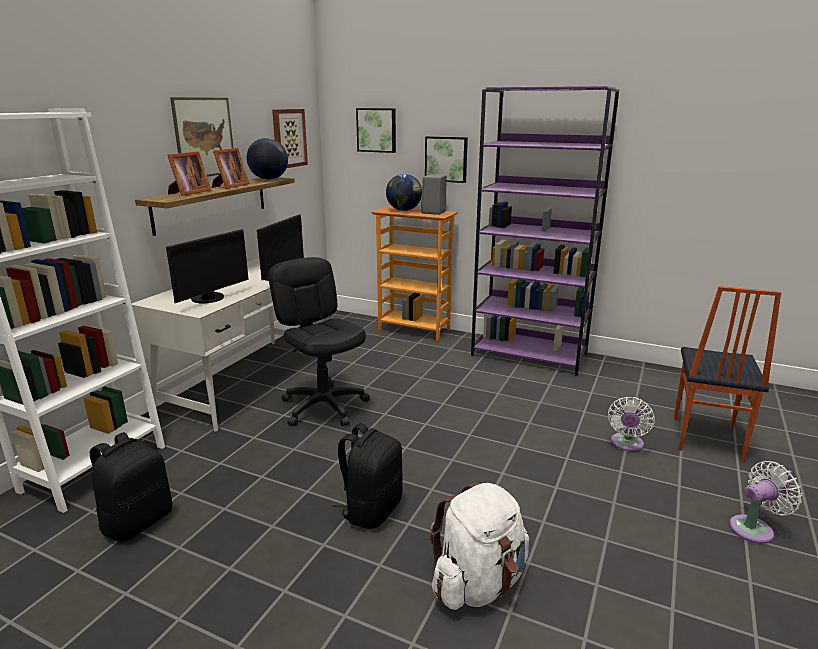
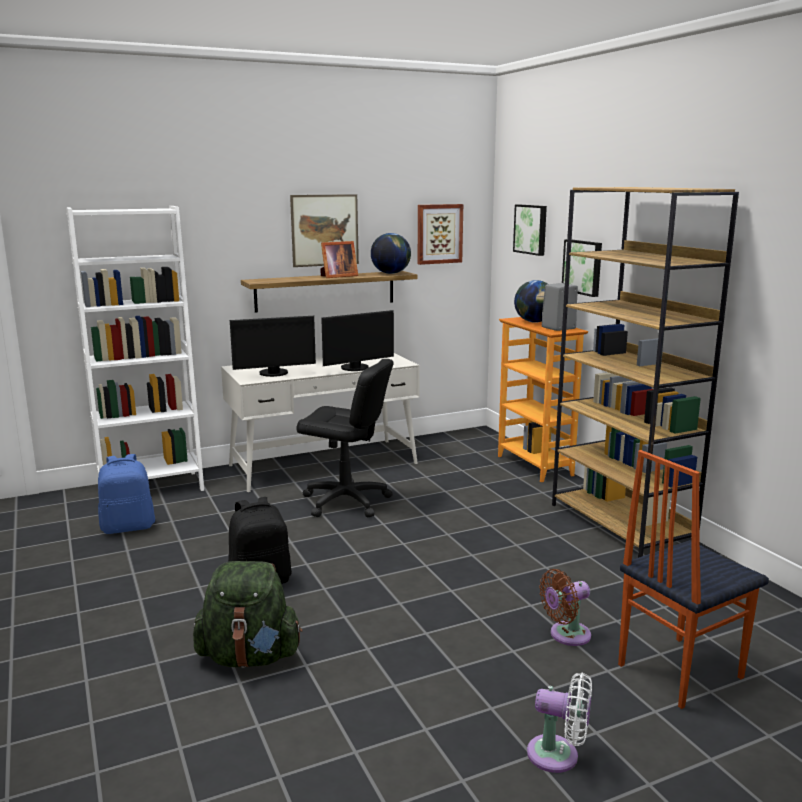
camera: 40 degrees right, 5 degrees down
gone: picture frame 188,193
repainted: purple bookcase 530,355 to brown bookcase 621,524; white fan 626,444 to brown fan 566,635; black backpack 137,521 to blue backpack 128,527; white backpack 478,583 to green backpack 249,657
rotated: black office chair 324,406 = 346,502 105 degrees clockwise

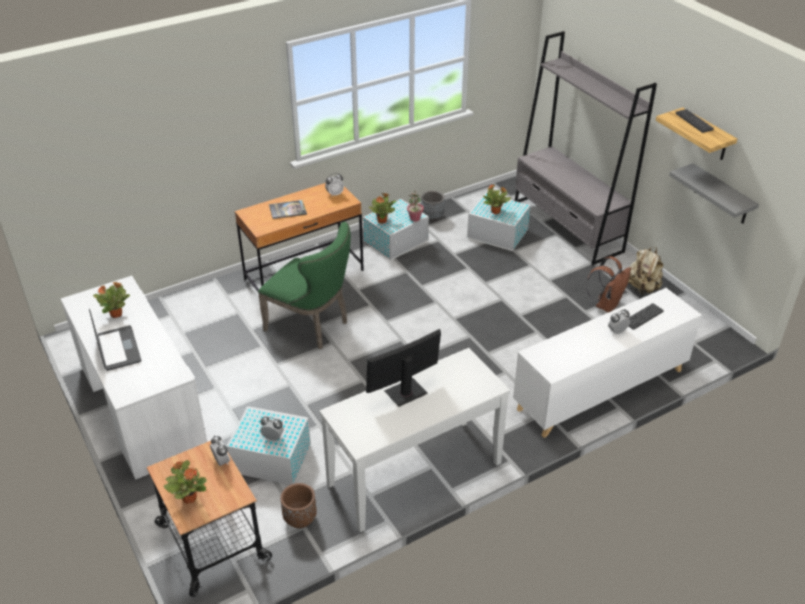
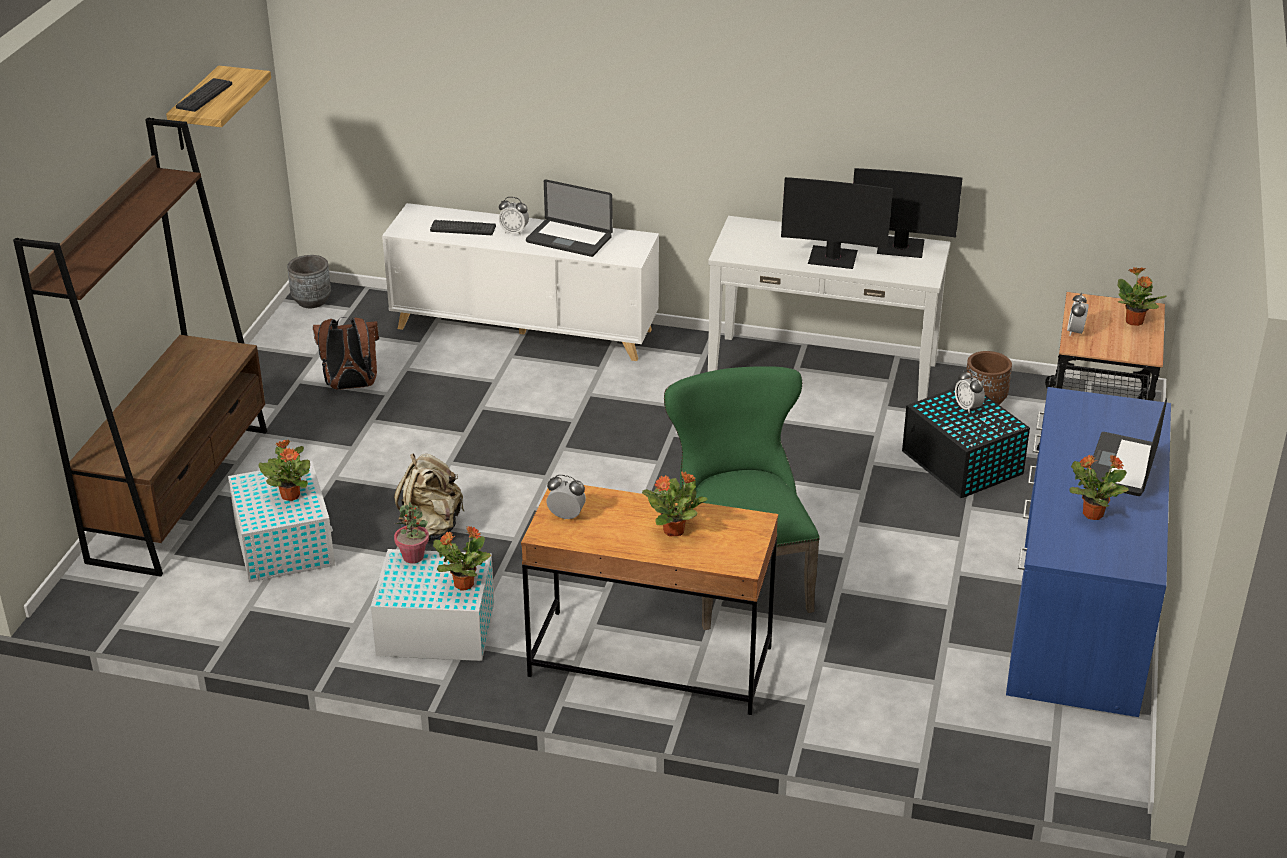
camera: 135 degrees left, 5 degrees down
gone: grey shelf 721,195
new: monitor 900,248; laptop 569,240
shifted: grey planter 432,217 to 312,301; beige backpack 642,288 to 430,529
swapped: book 287,210 to potted plant 674,530
repainted: grey bookcase 567,226 to brown bookcase 181,493; white desk 142,405 to blue desk 1078,607; white storage box 270,457 to black storage box 962,464

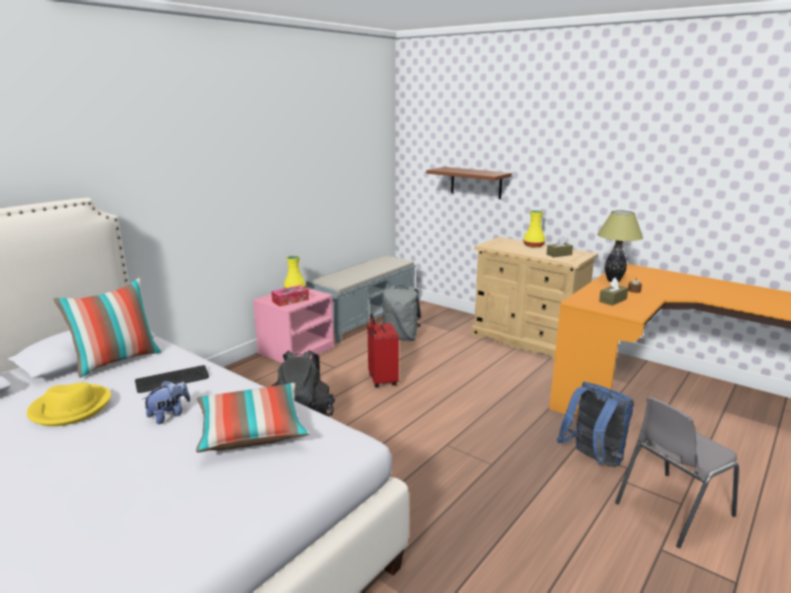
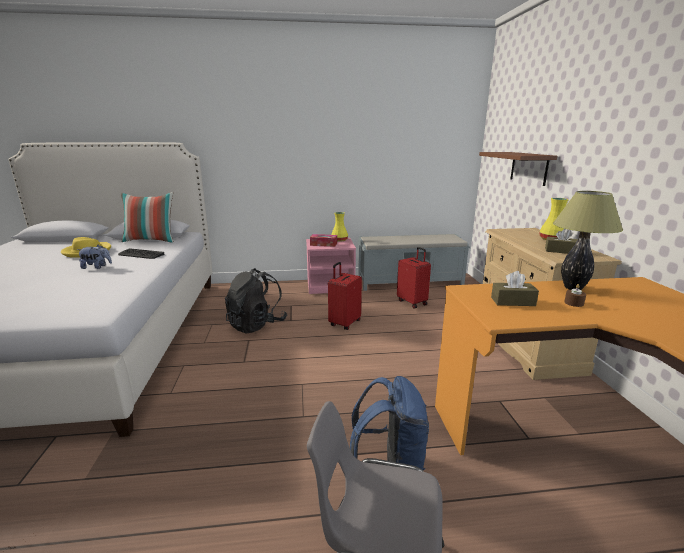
camera: 45 degrees right, 0 degrees up
gone: pillow 252,431
swapped: grey backpack 401,338 to red suitcase 412,302

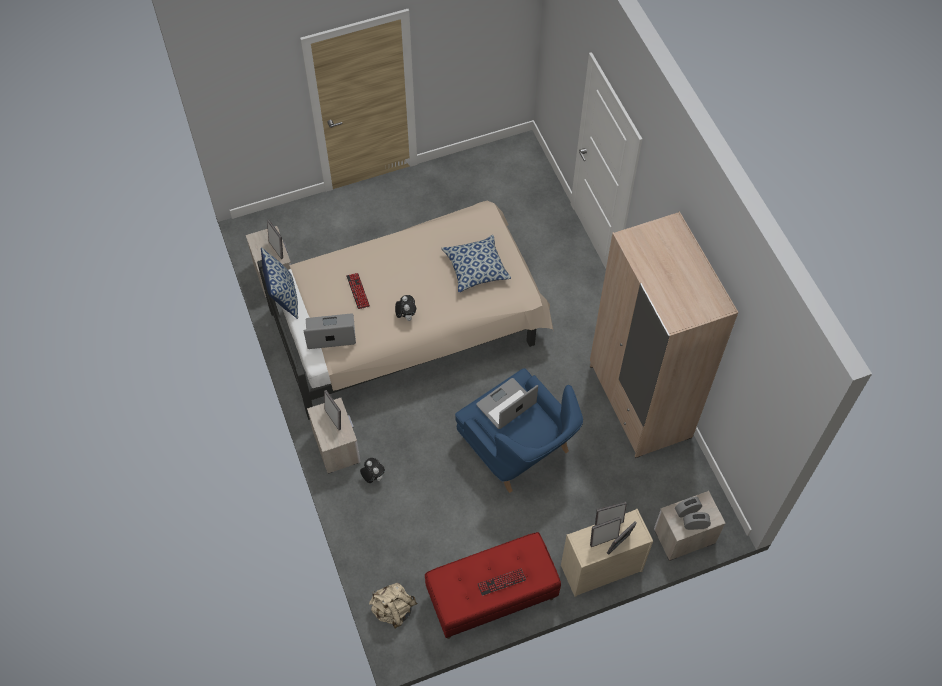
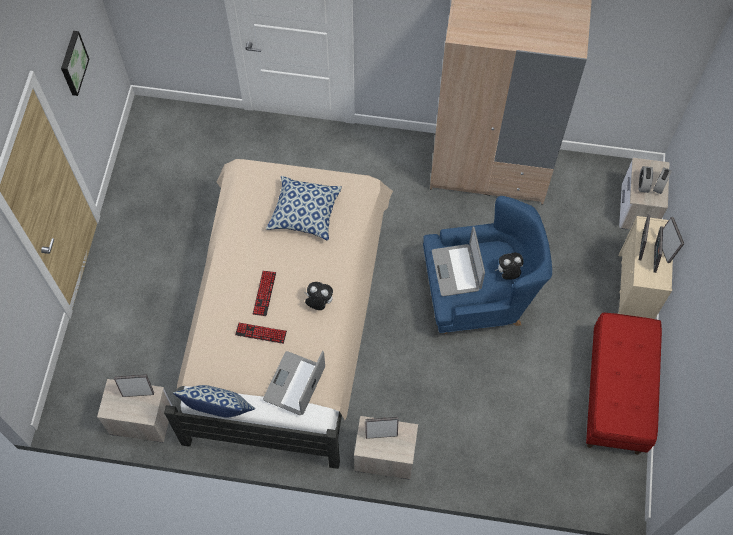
camera: 60 degrees left, 5 degrees up
gone: beige backpack 393,609
new: picture 72,63
shifted: plush toy 373,477 to 508,273; keyboard 501,582 to 264,293

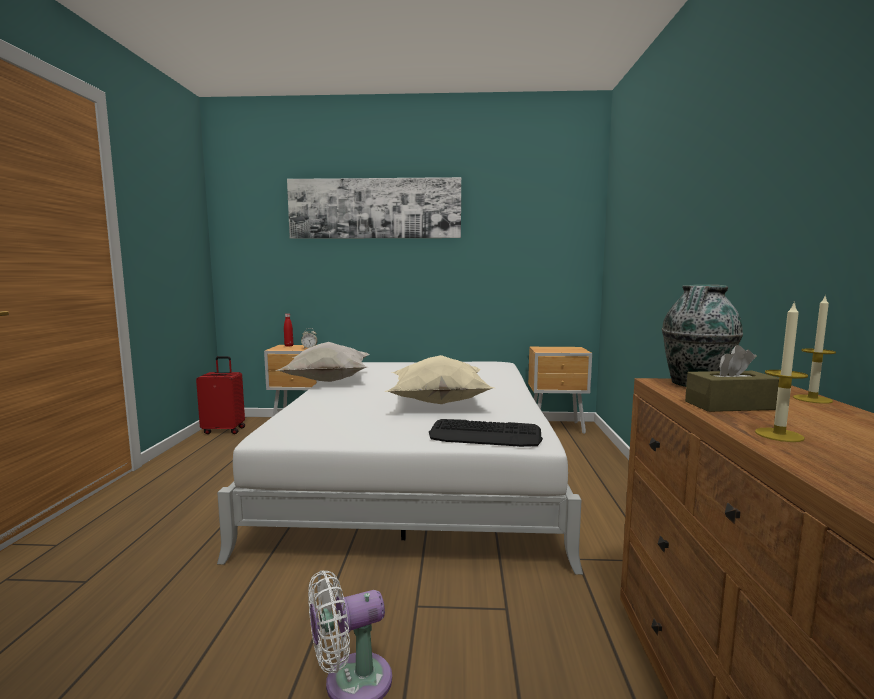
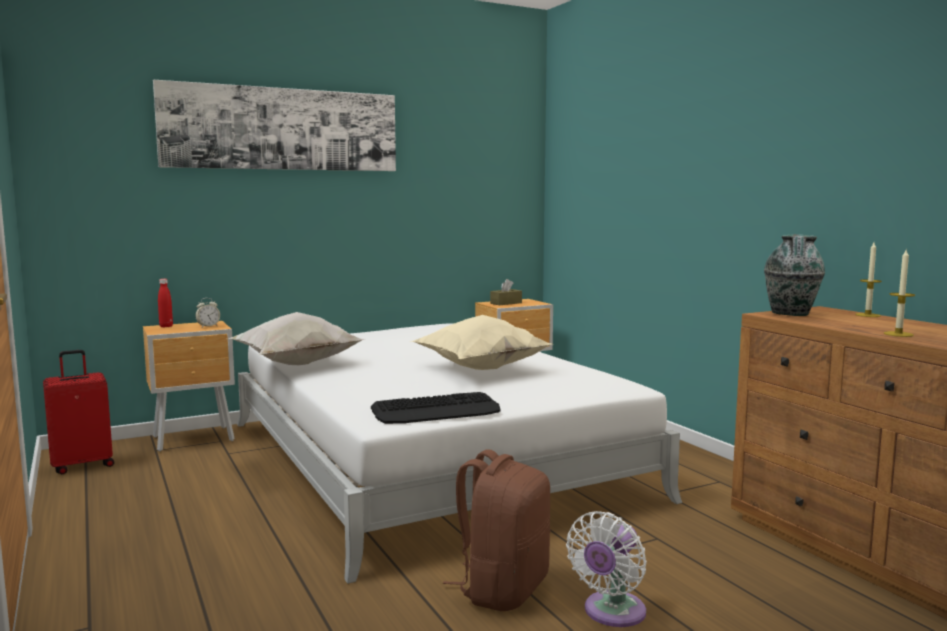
camera: 30 degrees left, 0 degrees up
new: brown backpack 502,589
shifted: brown tissue box 729,405 to 506,303; keyboard 485,435 to 436,411

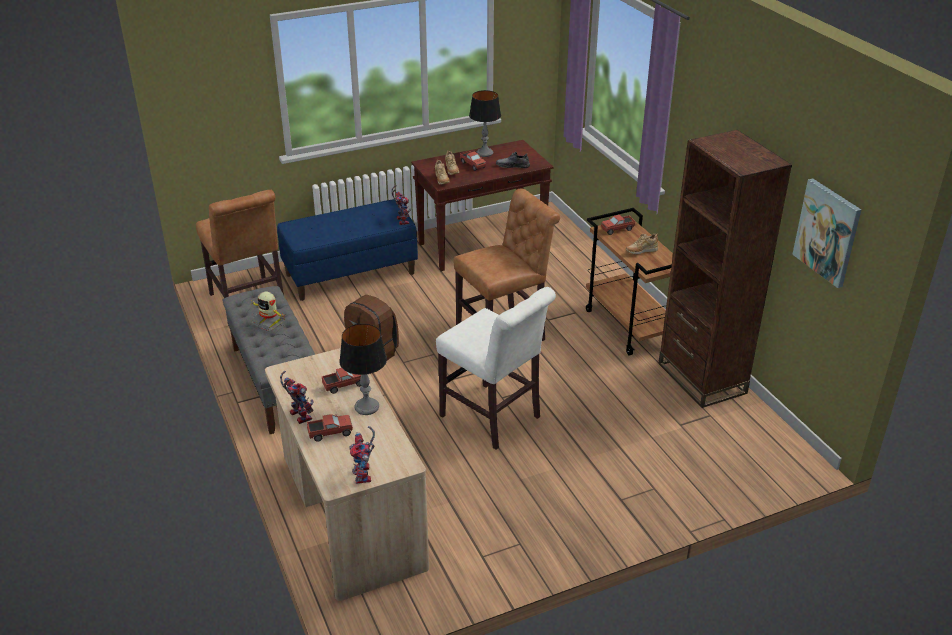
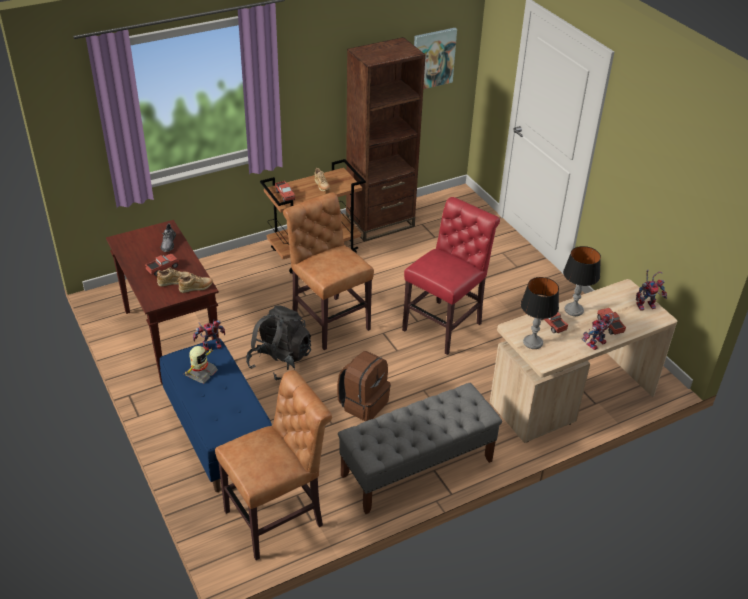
camera: 95 degrees left, 5 degrees up
new: black backpack 280,361
shifted: table lamp 485,153 to 533,342; toy robot 269,322 to 200,373
repainted: white chair 494,419 to red chair 445,325

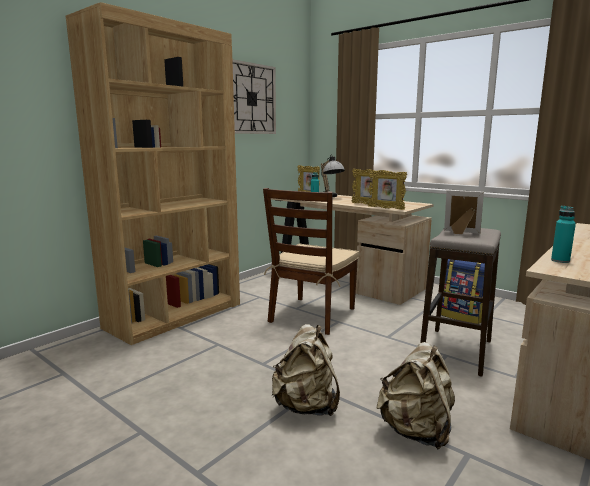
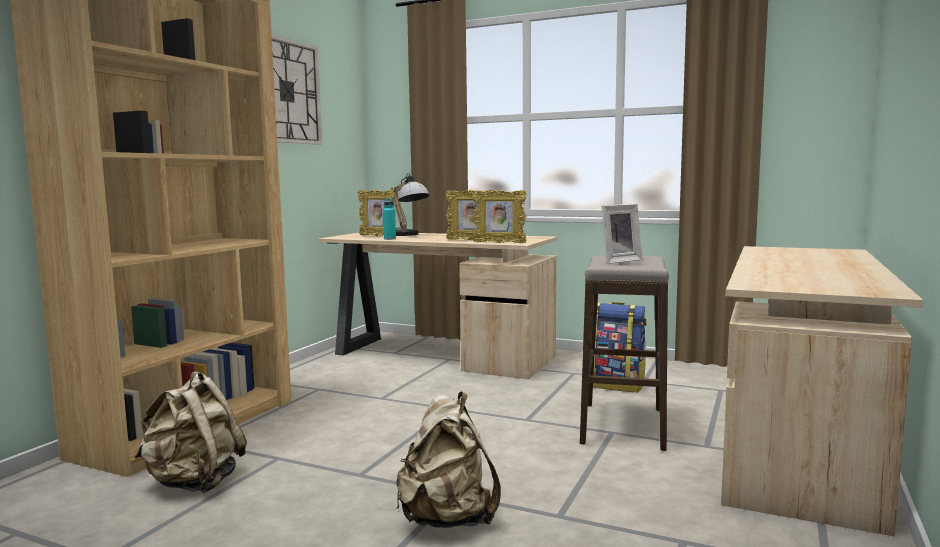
camera: 15 degrees left, 5 degrees down
gone: brown chair 312,315; turquoise bottle 560,260
shifted: beige backpack 416,431 to 194,482
rotated: picture frame 461,233 = 618,261 135 degrees clockwise

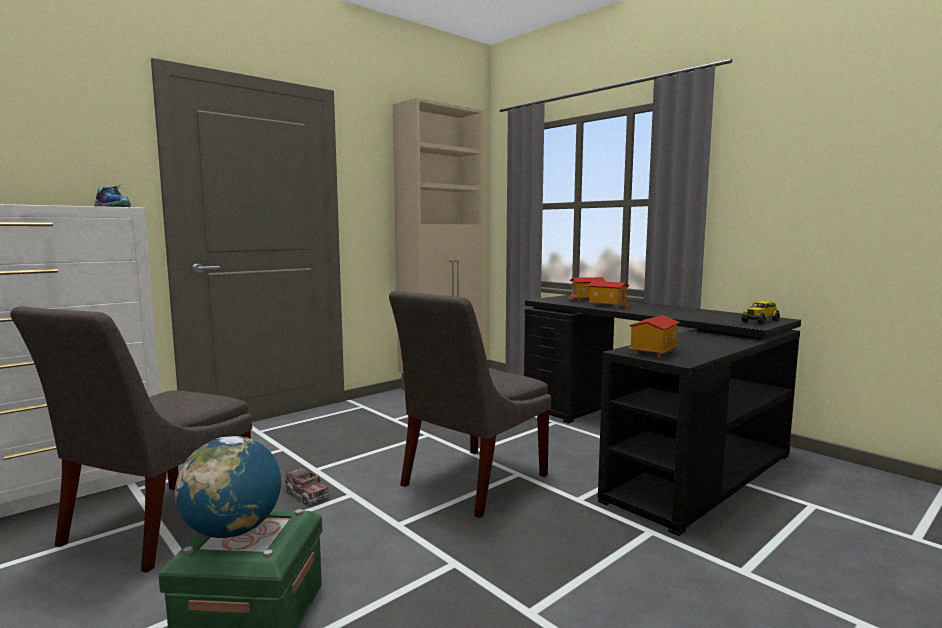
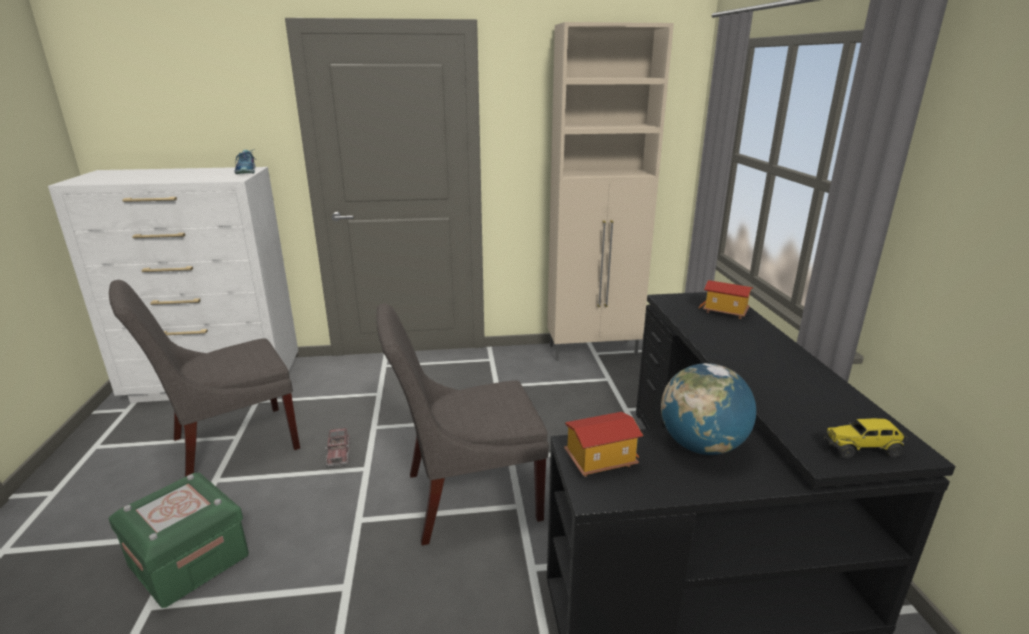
camera: 35 degrees right, 15 degrees up
gone: toy house 608,306
shifted: globe 233,531 to 701,446

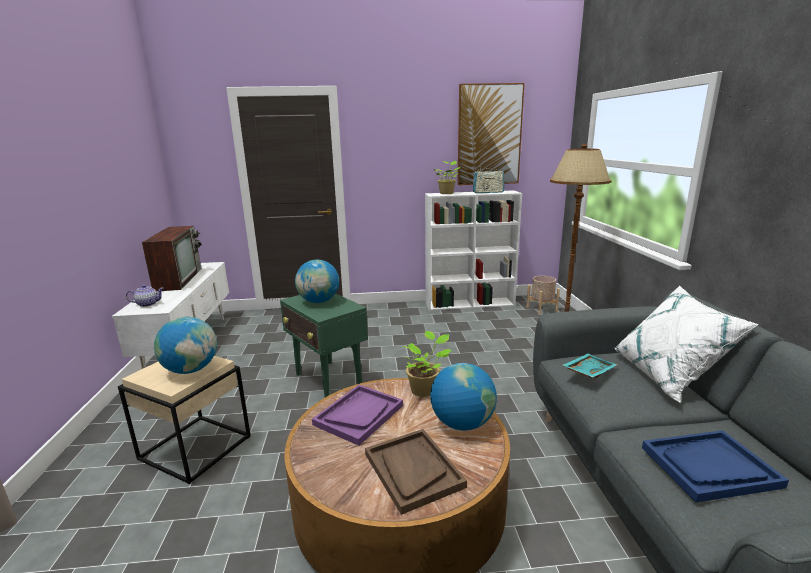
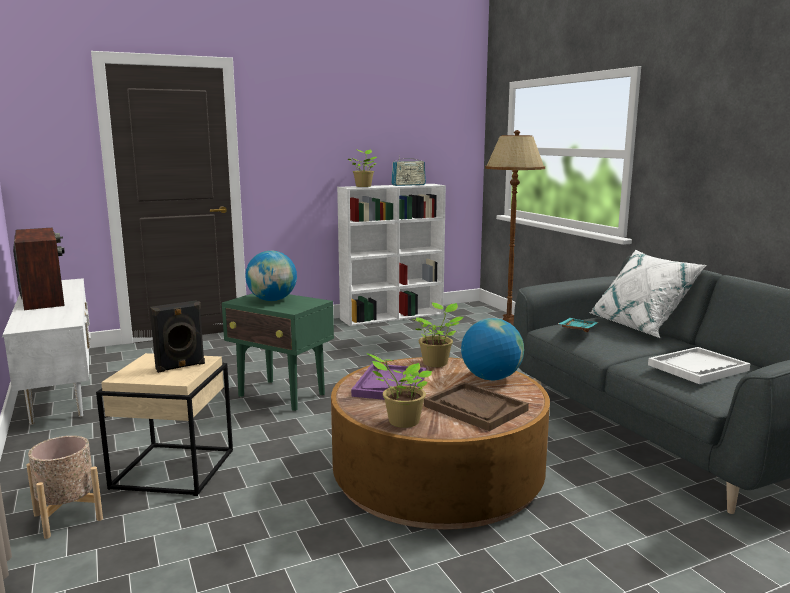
camera: 20 degrees left, 5 degrees down
gone: picture 489,135; teapot 147,304
new: potted plant 401,421
shifted: beige planter 541,309 to 68,517
swapped: globe 191,369 to black speaker 180,367
repainted: blue tray 709,467 to white tray 698,368

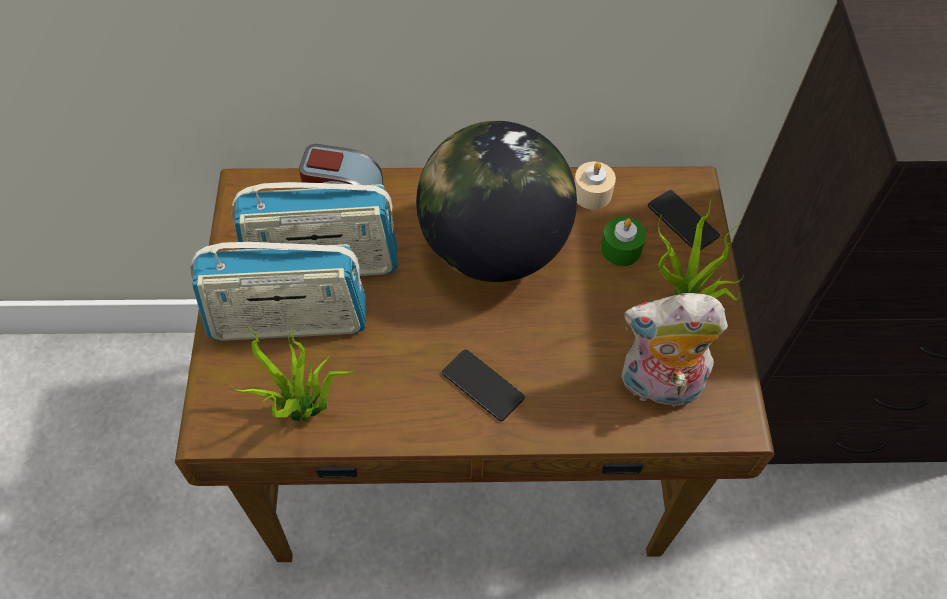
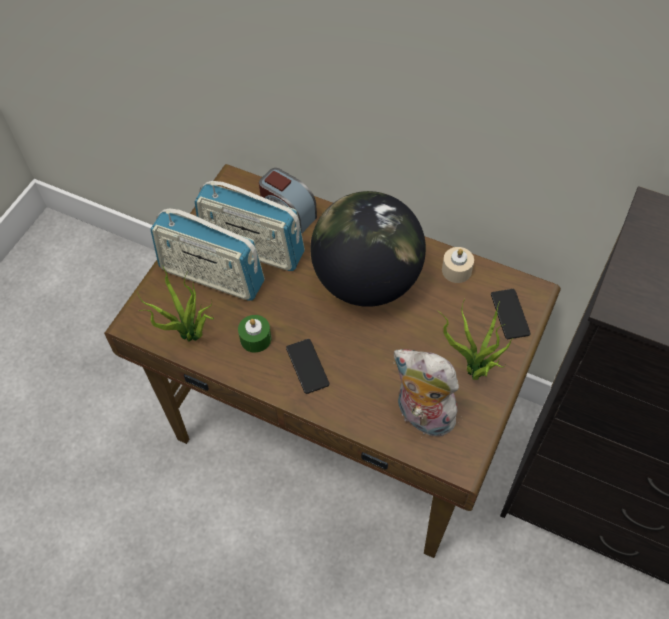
camera: 30 degrees right, 0 degrees up
shifted: green candle 620,249 to 255,338

